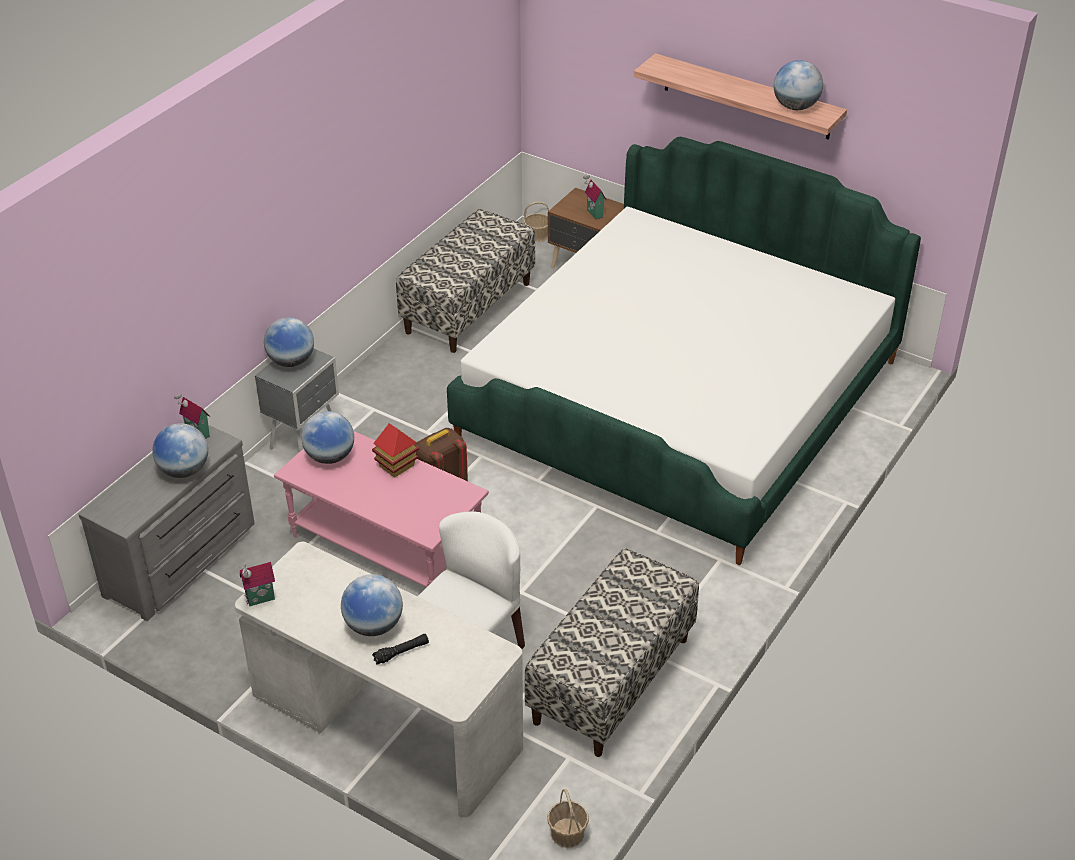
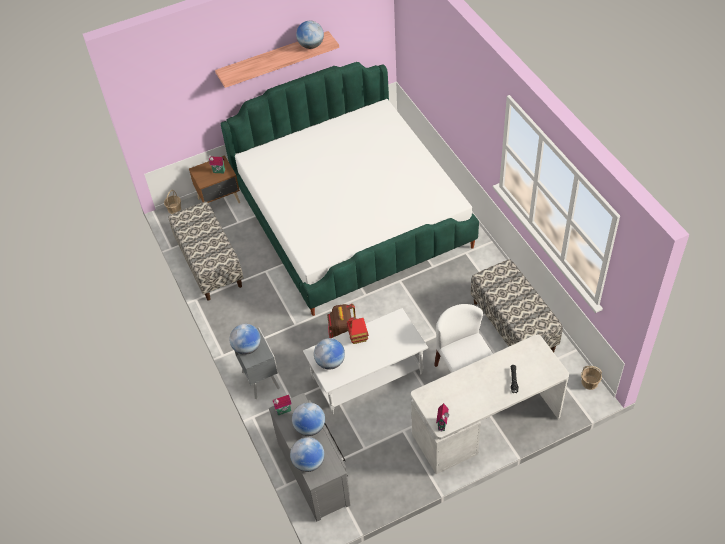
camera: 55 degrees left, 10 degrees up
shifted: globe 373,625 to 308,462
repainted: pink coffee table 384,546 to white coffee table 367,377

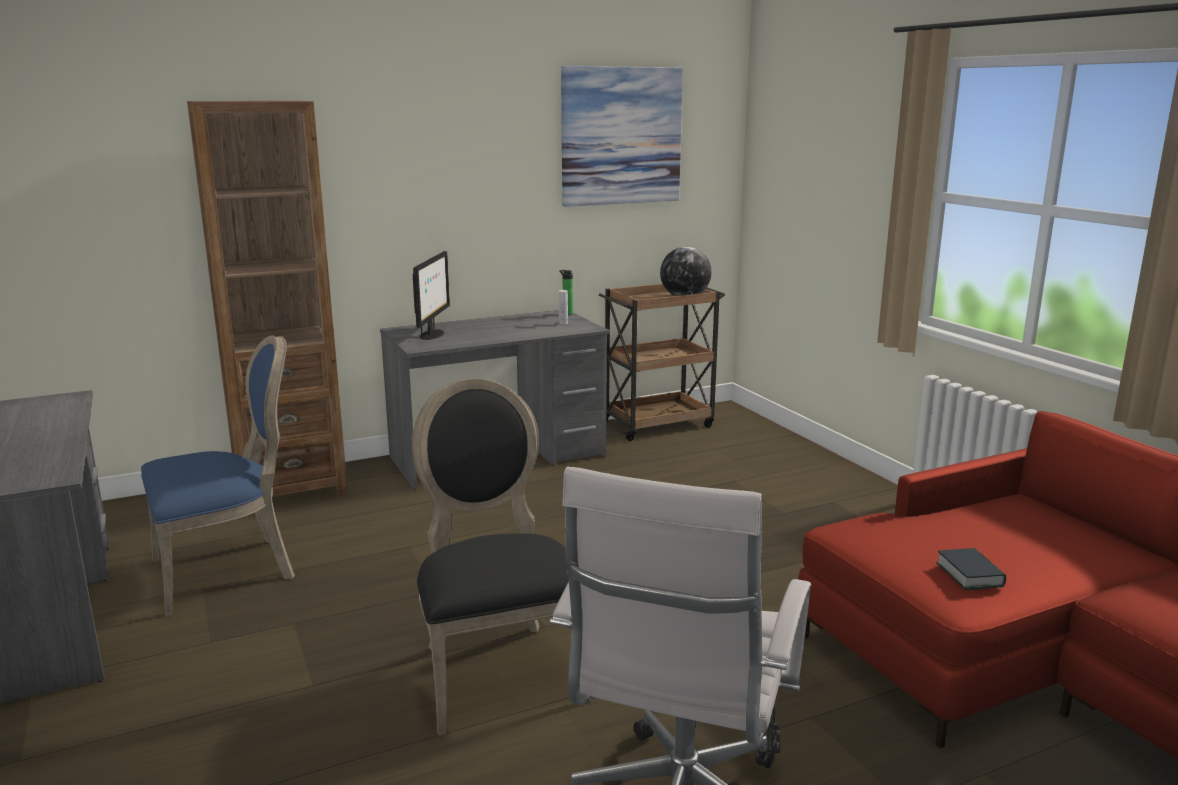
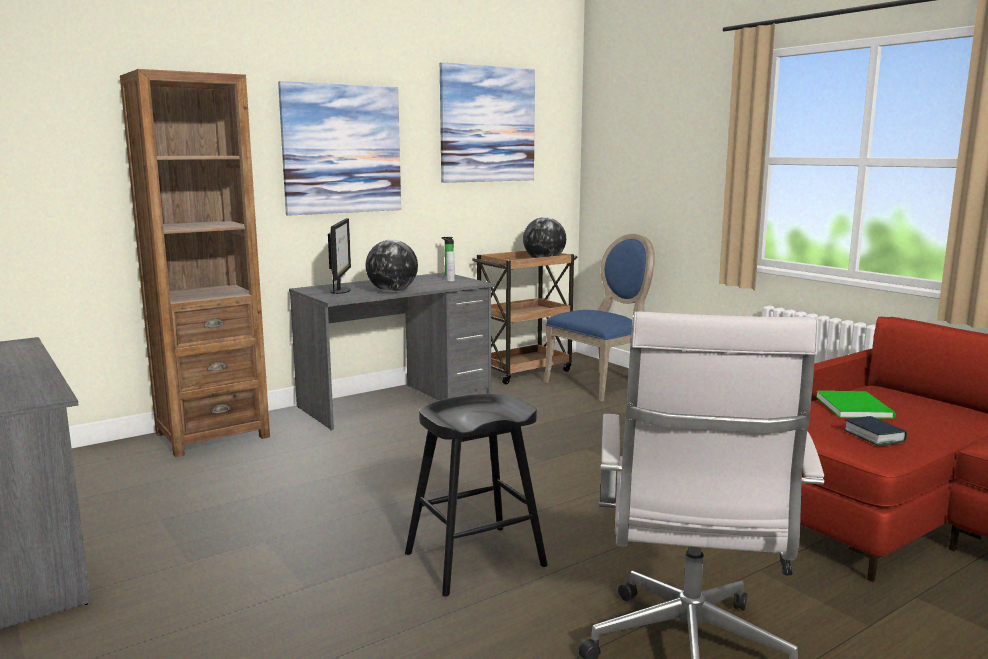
camera: 10 degrees left, 5 degrees down
new: picture 342,149; globe 392,291; green book 854,406
shifted: blue chair 229,570 to 600,383
swapped: black chair 499,670 to black stool 474,560

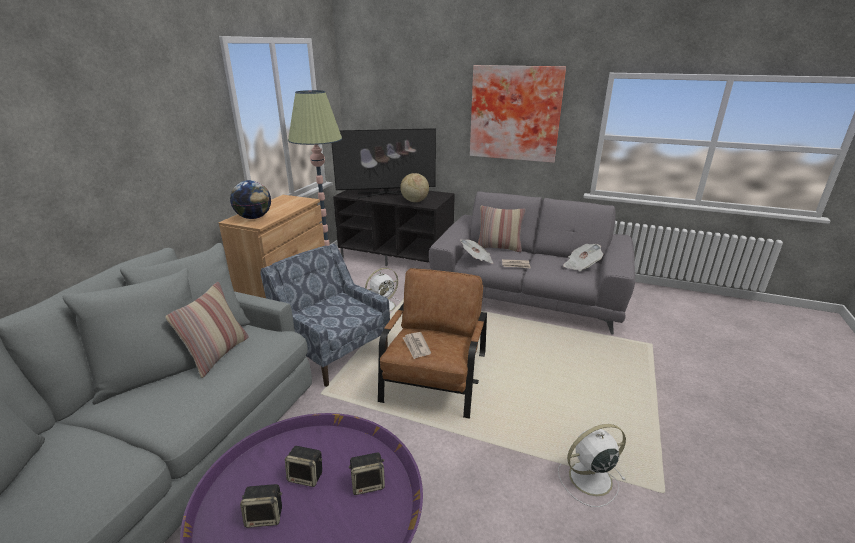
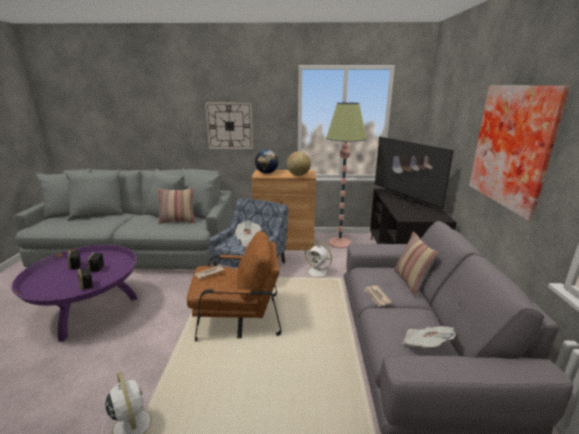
camera: 70 degrees right, 5 degrees down
new: wall clock 229,126
shifted: globe 414,201 to 298,175; newspaper 477,259 to 248,240

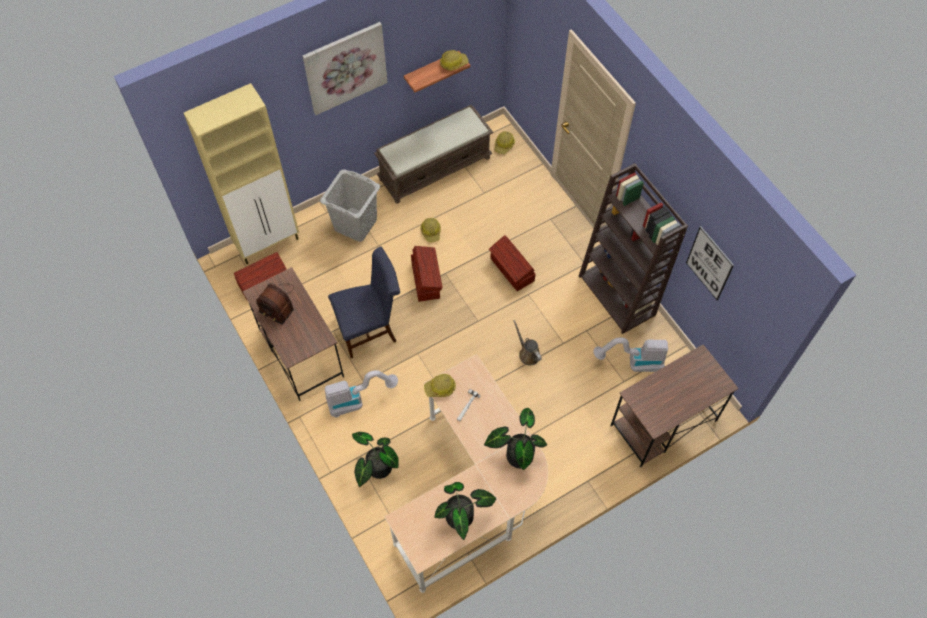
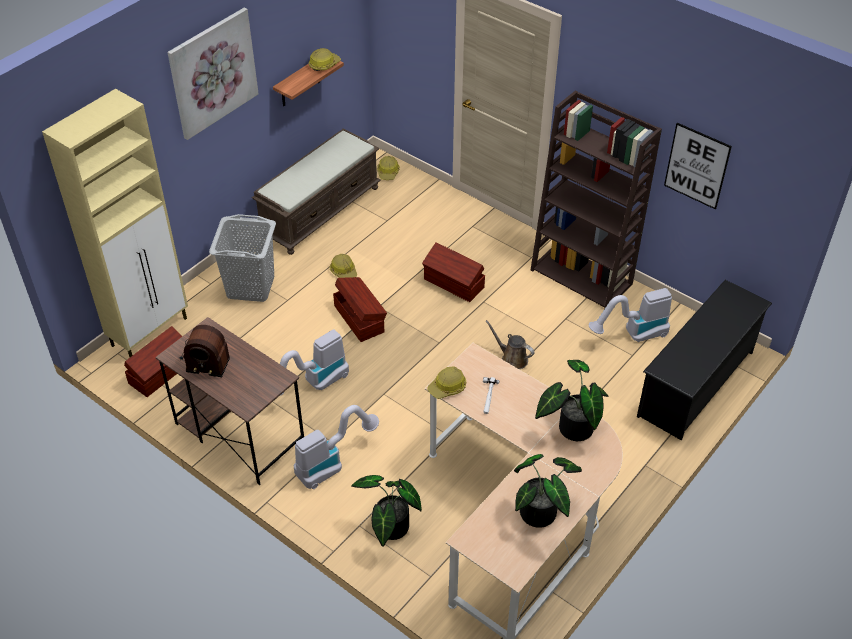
camera: 20 degrees left, 15 degrees down
swapped: blue chair 370,328 to vacuum cleaner 314,384; brown desk 663,423 to black shoe rack 696,383

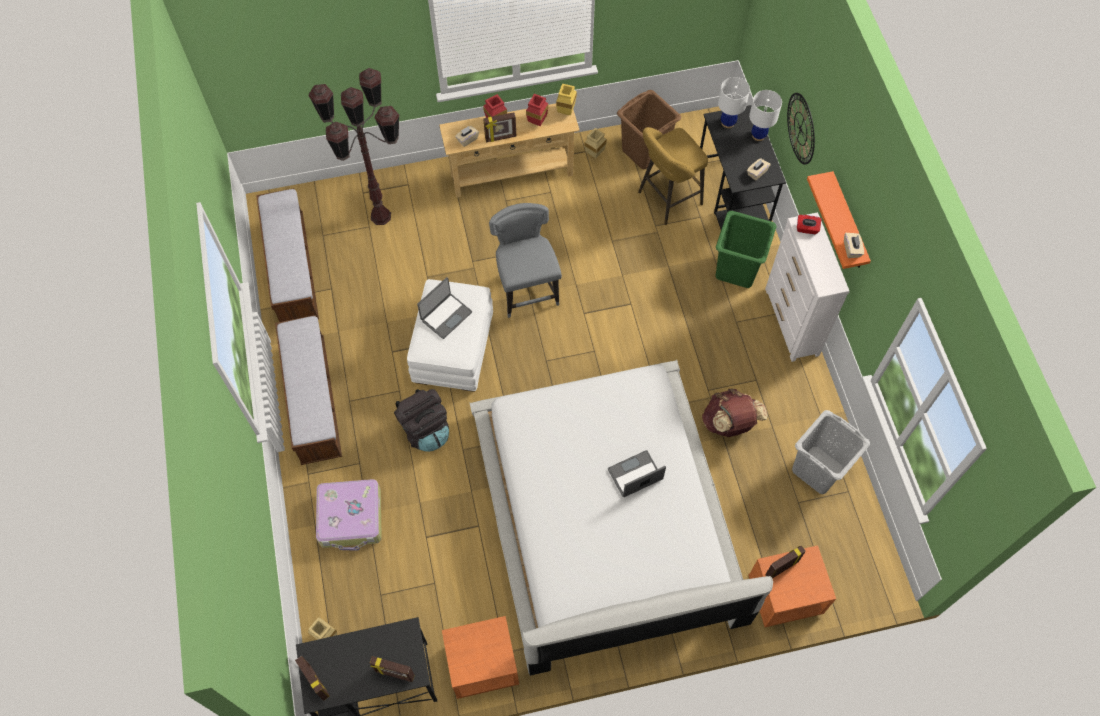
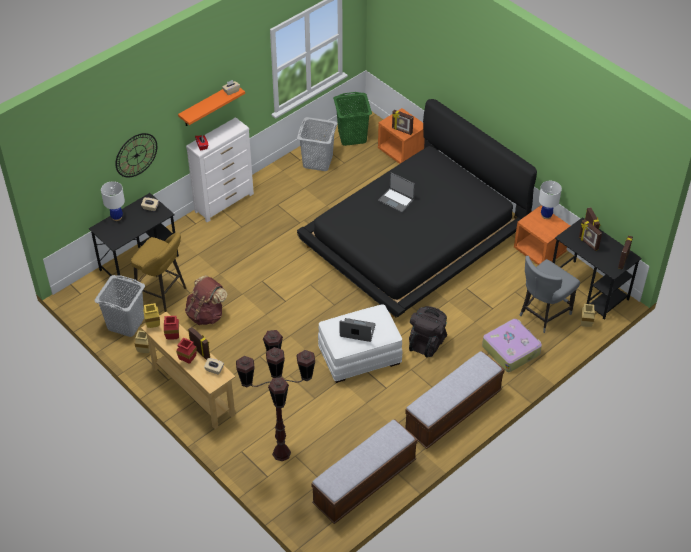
camera: 120 degrees left, 15 degrees down
new: picture frame 588,243
shifted: white table lamp 728,123 to 546,215; grey chair 527,289 to 543,314; green laundry basket 737,270 to 352,136; brown backpack 729,424 to 206,314
repainted: brown laundry basket 644,151 to grey laundry basket 125,324; white bed 606,516 to black bed 415,235

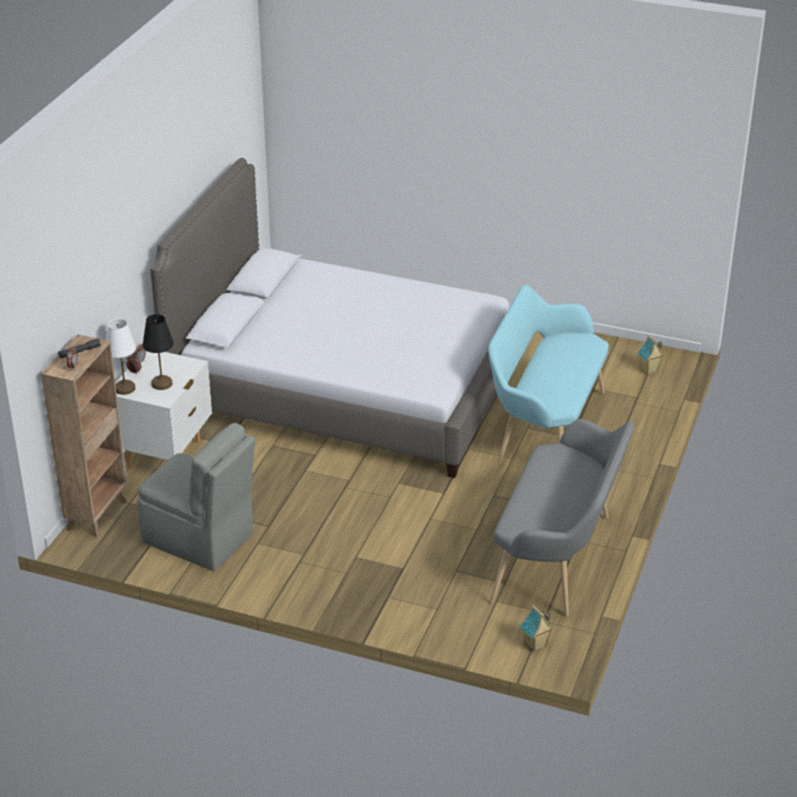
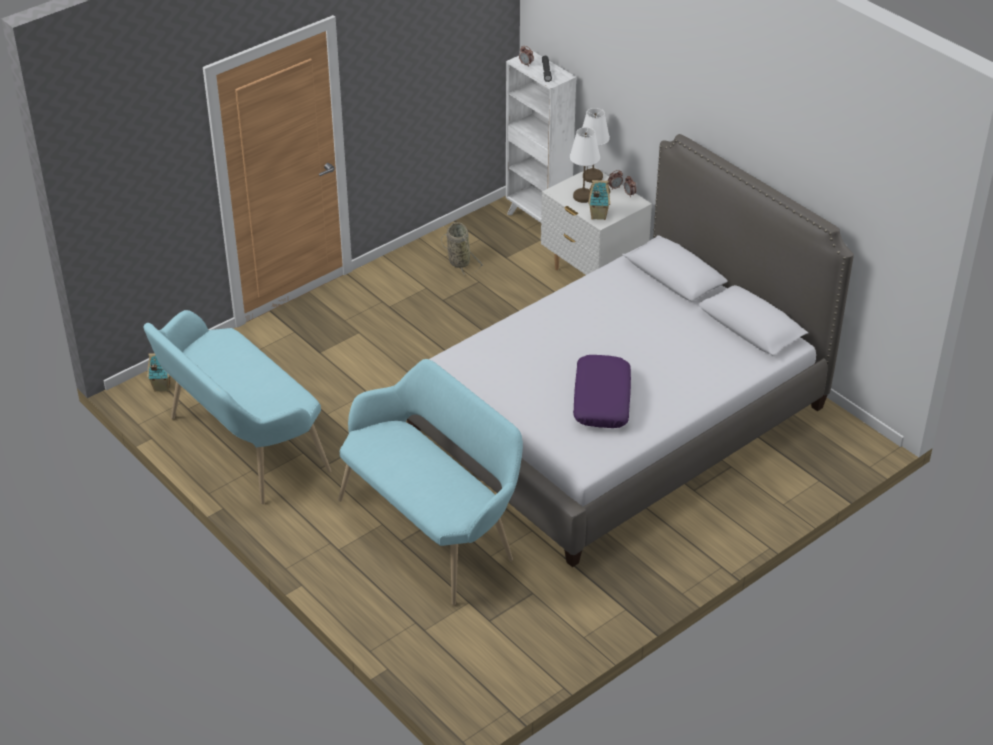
camera: 120 degrees right, 5 degrees up
new: purple pillow 601,399
shifted: toy house 649,370 to 598,215
swapped: grey chair 200,539 to basket 458,261
repainted: black table lamp 162,384 to white table lamp 583,197; brown bookcase 98,514 to white bookcase 538,221; grey bench 559,559 to turquoise bench 240,446

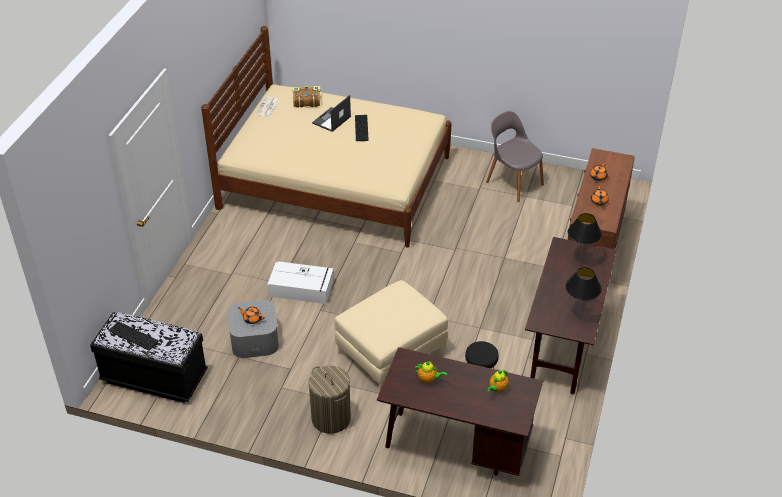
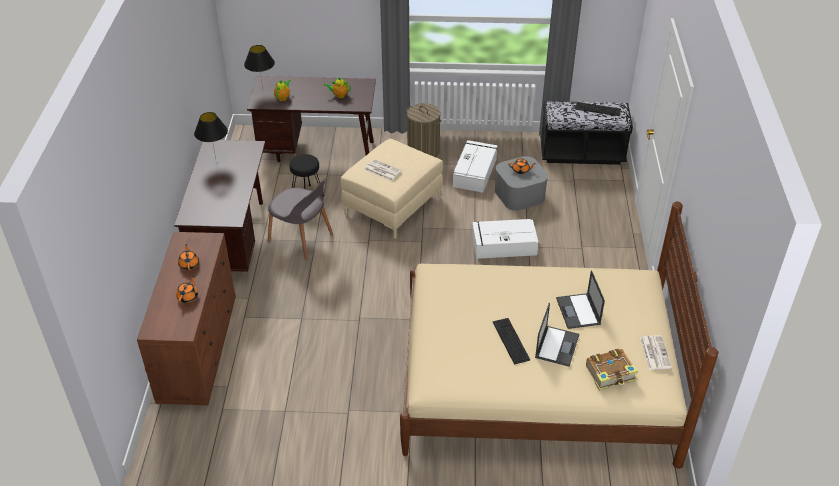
camera: 165 degrees right, 0 degrees up
new: white storage box 475,172; newspaper 382,170; laptop 578,312
shifted: grey chair 513,182 to 301,238; black table lamp 580,259 to 262,90

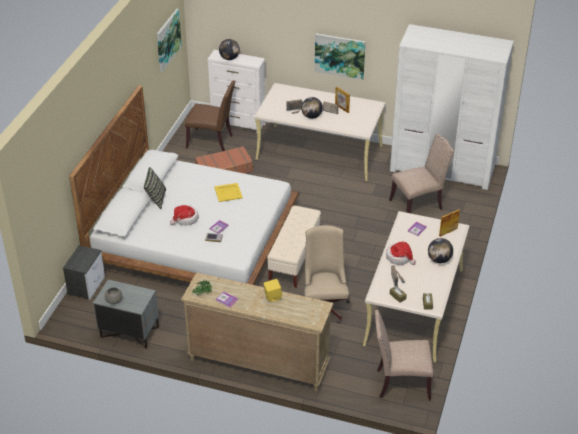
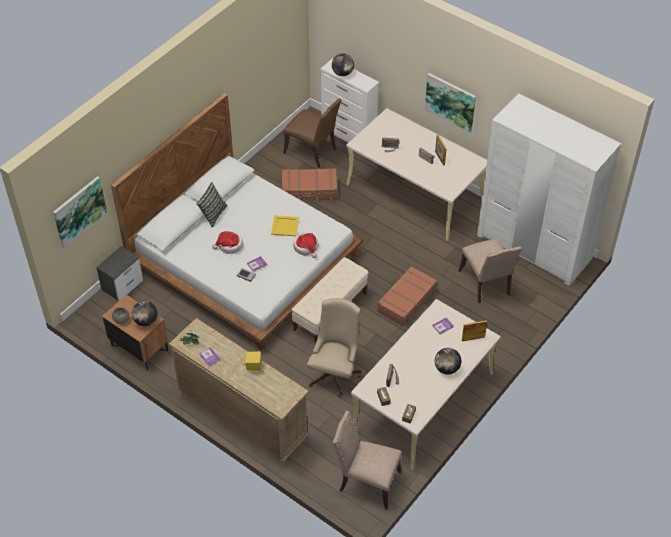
camera: 20 degrees right, 10 degrees up
new: brown suitcase 406,300
shifted: picture 167,39 to 79,211; globe 311,116 to 146,321; hat 399,257 to 306,247
repainted: grey nightstand 129,333 to brown nightstand 139,348
rotated: beige chair 418,205 = 486,284 75 degrees clockwise

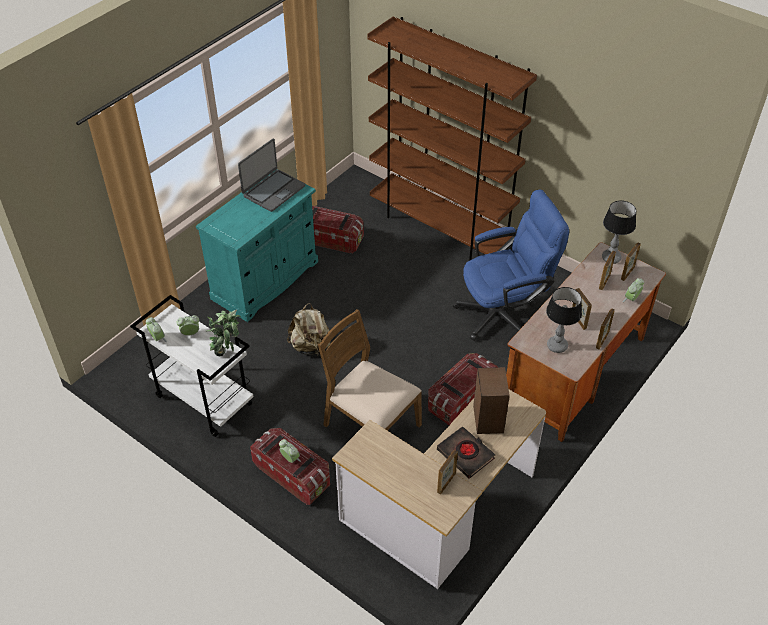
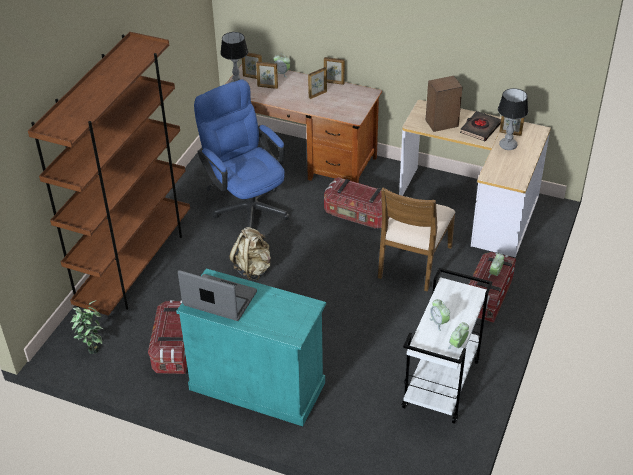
camera: 105 degrees left, 5 degrees down
shifted: table lamp 557,345 to 507,145; beige backpack 311,346 to 253,269; potted plant 227,352 to 91,347

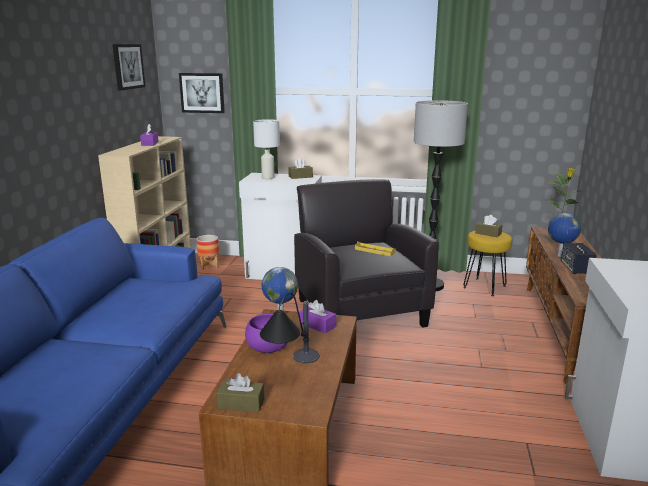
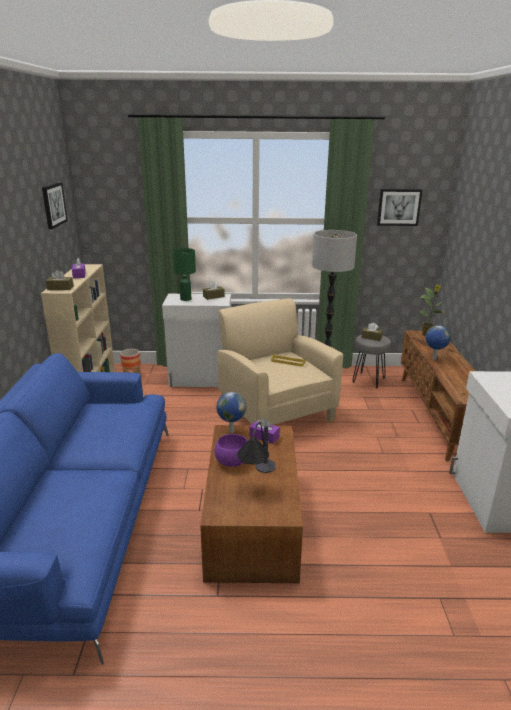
camera: 10 degrees left, 5 degrees up
gone: speaker 576,269
shifted: picture 202,93 to 399,207; brown tissue box 241,404 to 60,288
repainted: white table lamp 267,177 to green table lamp 185,299; black armchair 360,311 to beige armchair 276,411; yellow stool 484,287 to grey stool 369,380

